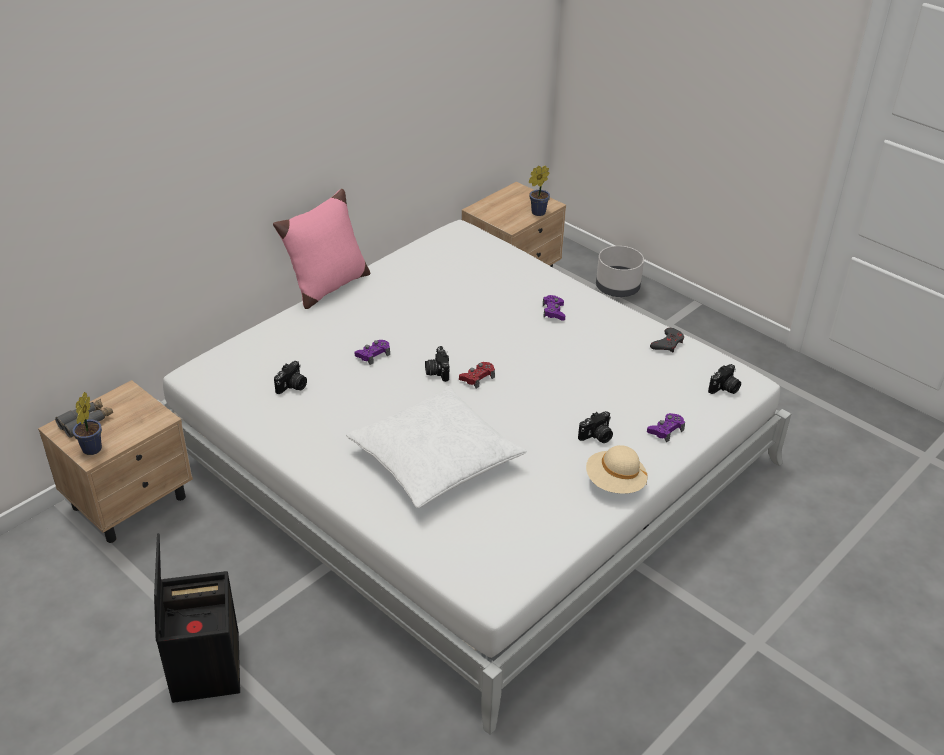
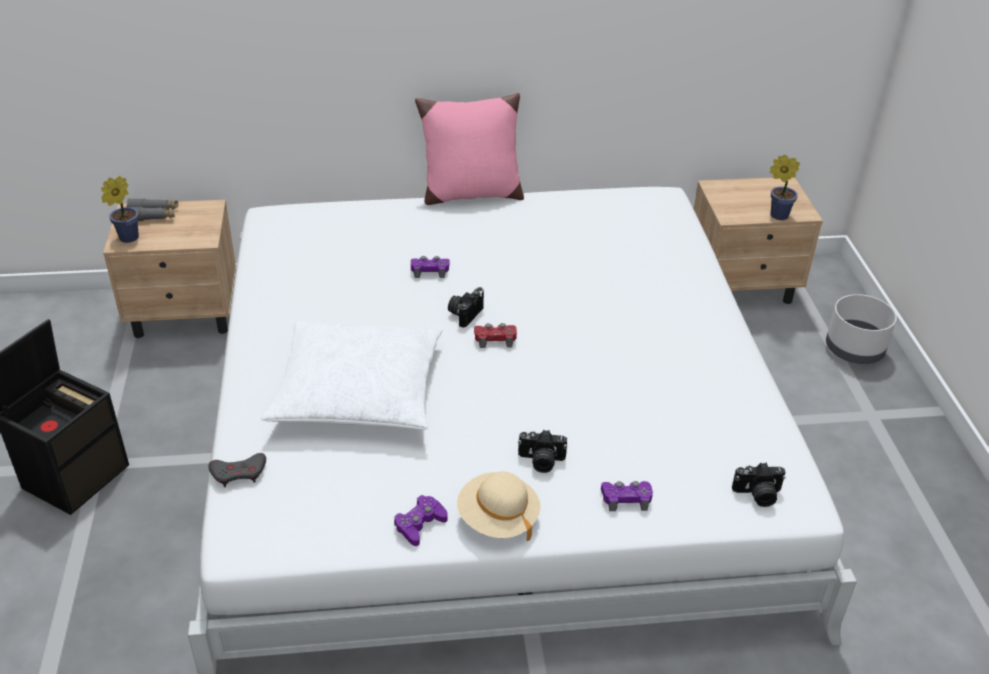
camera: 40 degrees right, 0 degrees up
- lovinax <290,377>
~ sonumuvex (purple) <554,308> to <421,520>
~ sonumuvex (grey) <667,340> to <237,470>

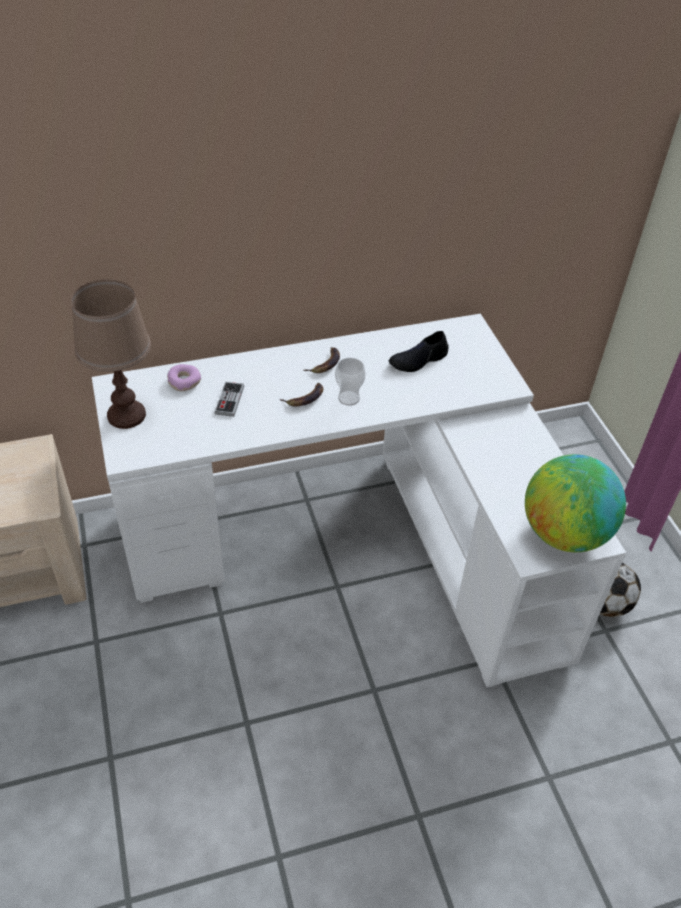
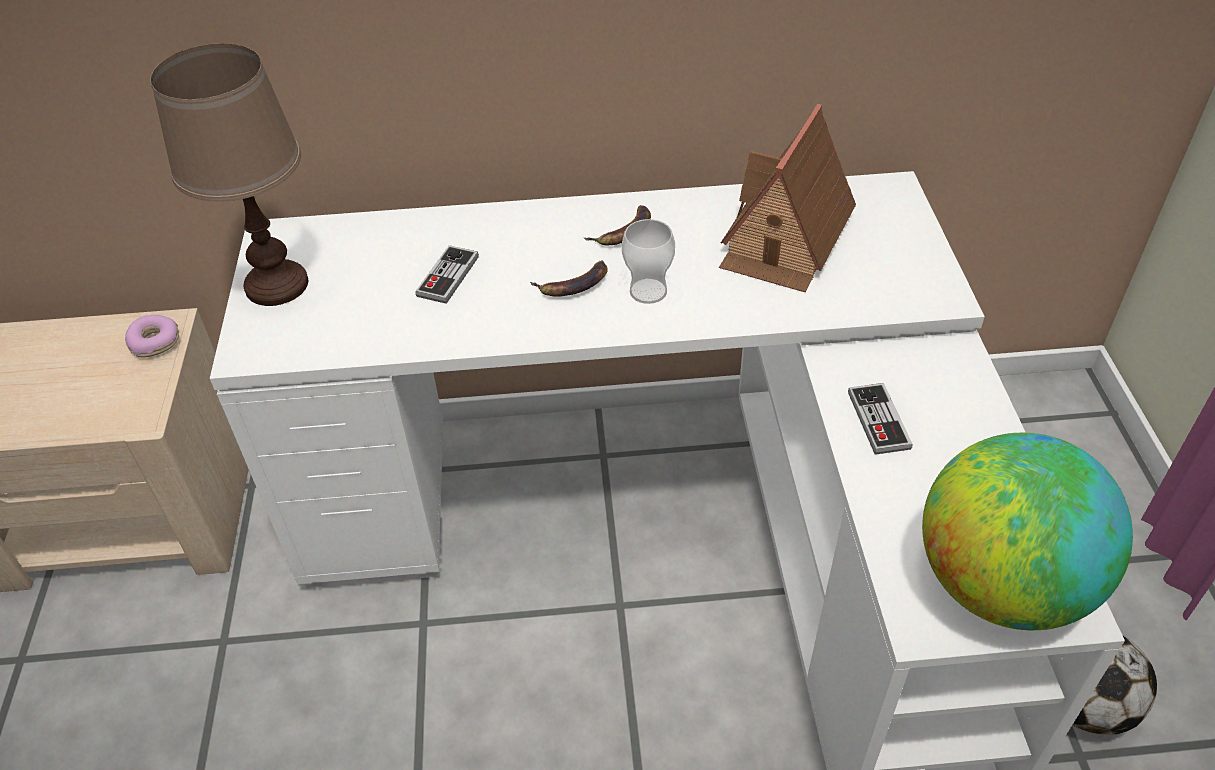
camera: 15 degrees right, 0 degrees up
~ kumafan <184,377> to <152,336>
~ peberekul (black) <418,351> to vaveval <787,198>
+ sonumuvex <880,419>

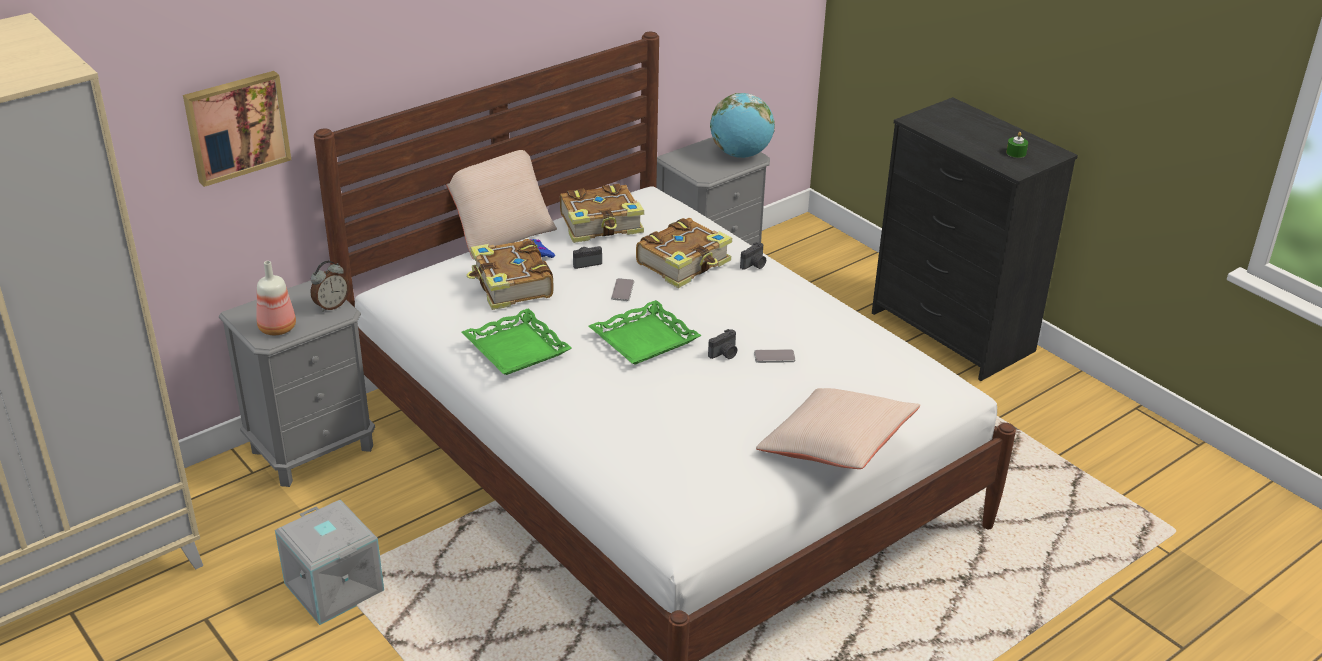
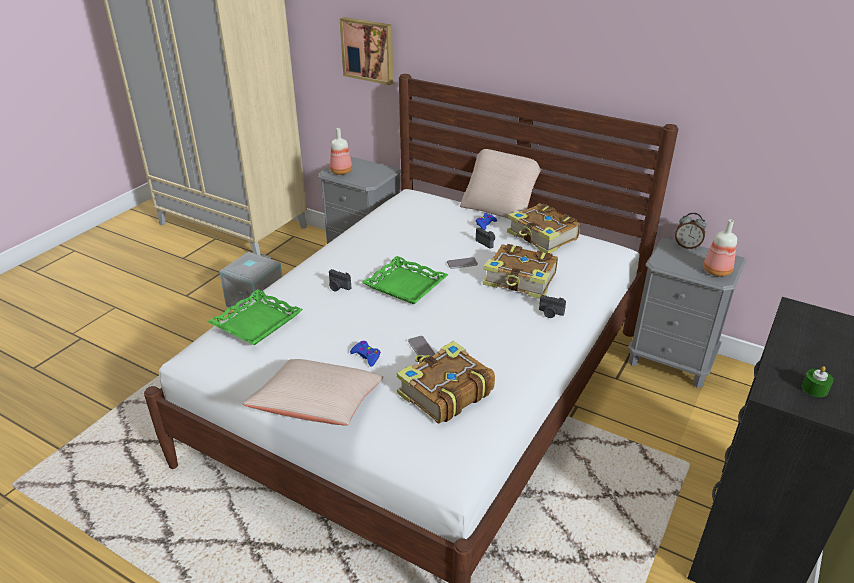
camera: 70 degrees right, 0 degrees up
~ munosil <330,286> to <690,231>
~ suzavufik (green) <517,341> to <255,317>
~ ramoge <510,274> to <446,382>
~ lovinax <722,344> to <340,280>
~ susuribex <742,125> to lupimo <720,248>
+ sonumuvex (blue) <365,353>

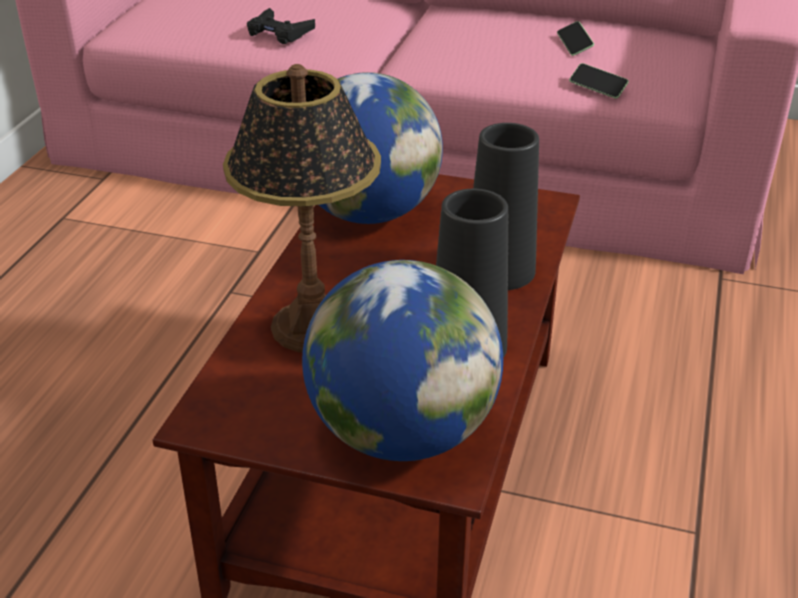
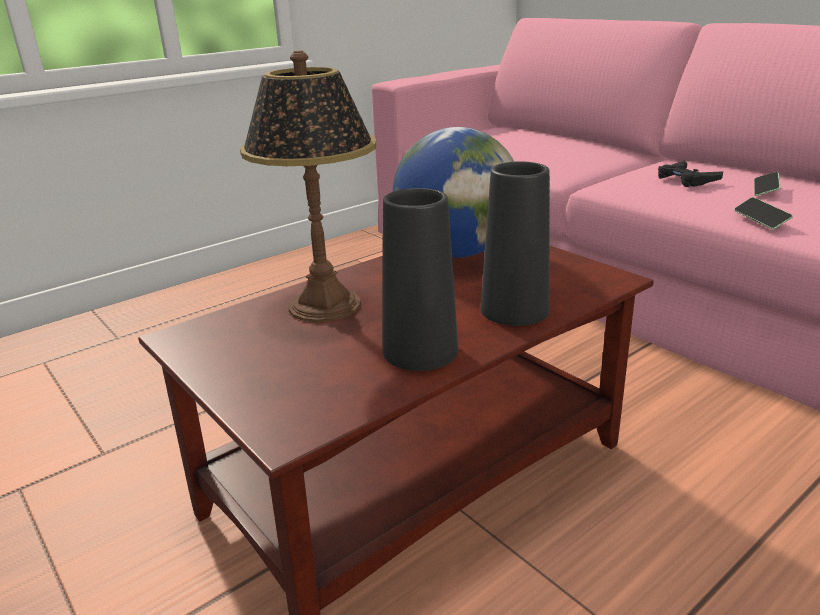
camera: 35 degrees right, 10 degrees down
~ sonumuvex (black) <281,26> to <690,174>
- susuribex <402,360>

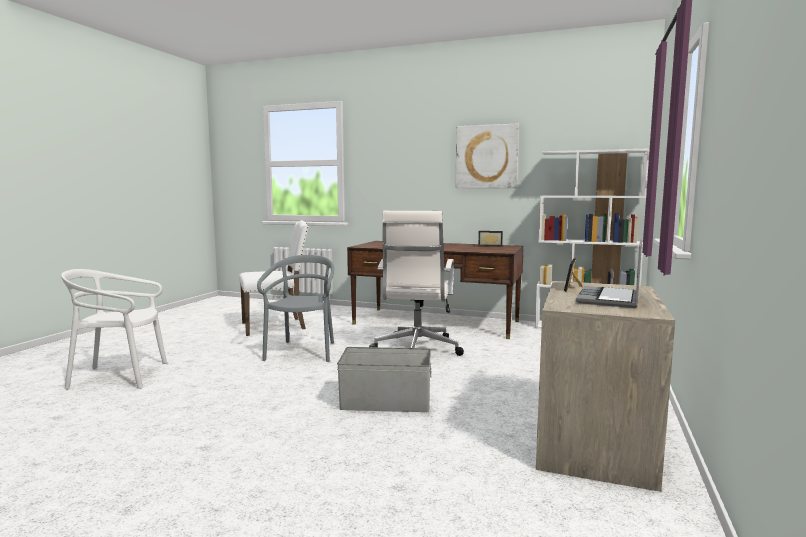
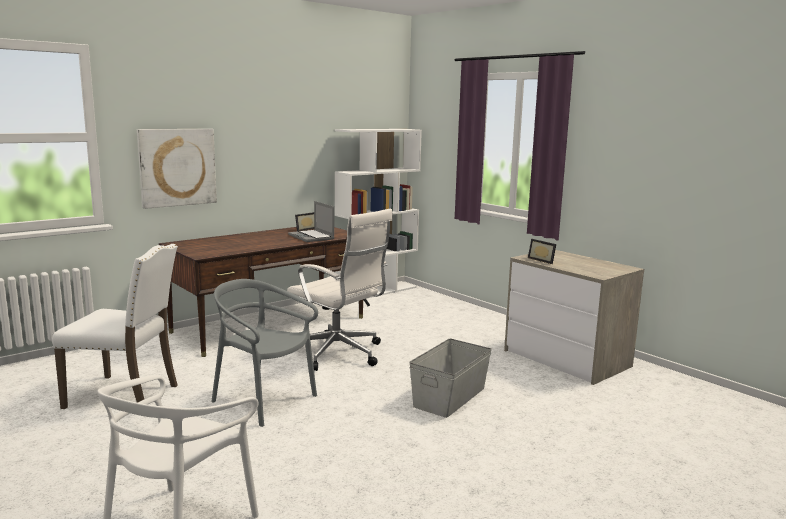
camera: 60 degrees left, 5 degrees up
~ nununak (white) <274,278> = <115,326> 90 degrees clockwise
~ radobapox <487,155> to <177,169>
~ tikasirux <609,273> to <311,221>

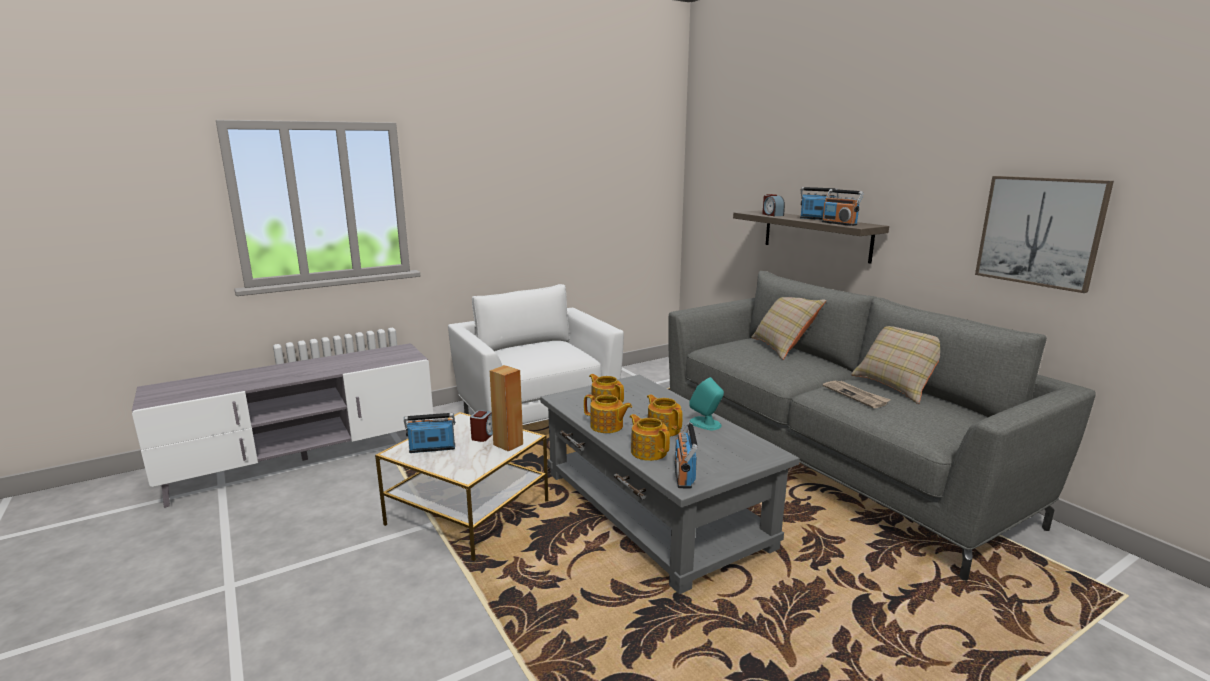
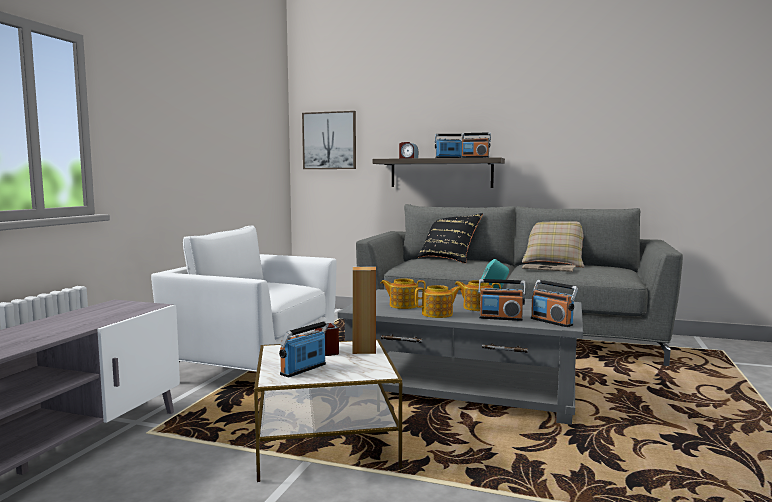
camera: 40 degrees left, 10 degrees down
~ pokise <650,437> to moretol <502,300>
~ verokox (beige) <788,328> to verokox (black) <450,238>
~ radobapox <1044,234> to <329,140>

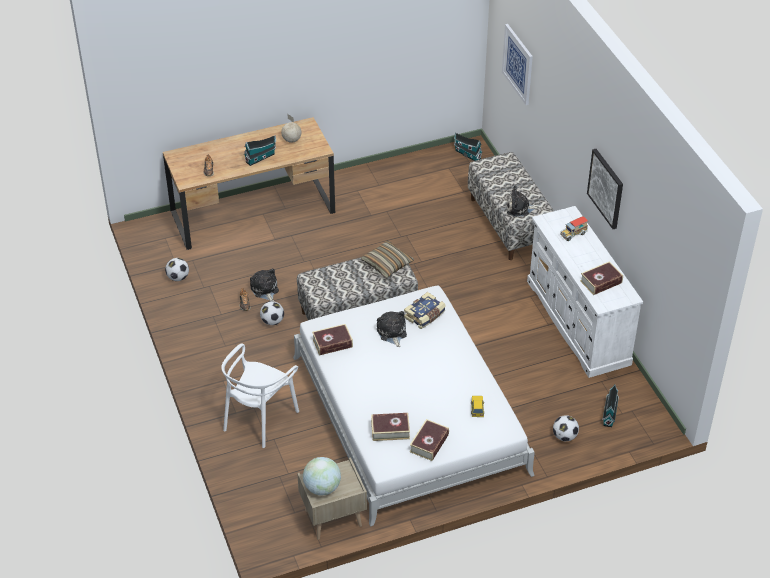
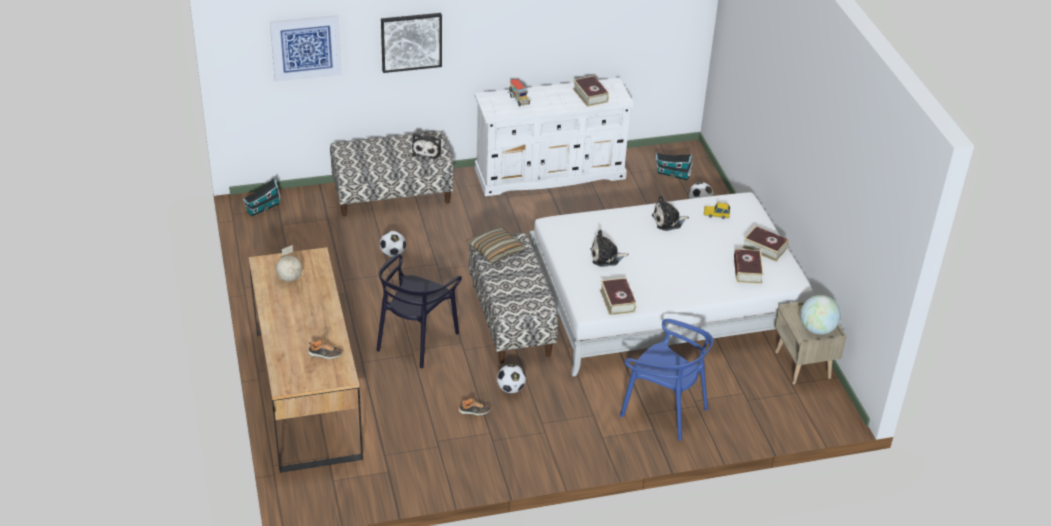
camera: 85 degrees left, 5 degrees down
~ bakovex <177,269> to <392,244>
~ nununak (white) <260,395> to nununak (blue) <666,380>
- vaveval <259,150>
~ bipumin <264,284> to <670,213>
- ramoge <425,310>
~ radobapox <605,189> to <411,43>
+ nununak (black) <419,311>

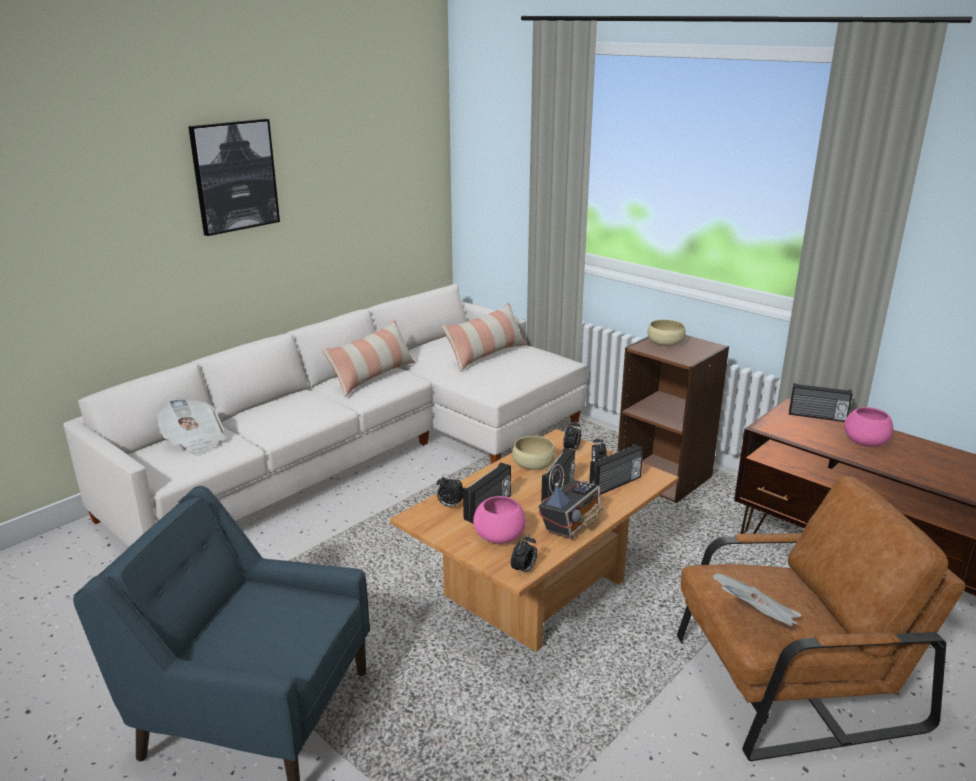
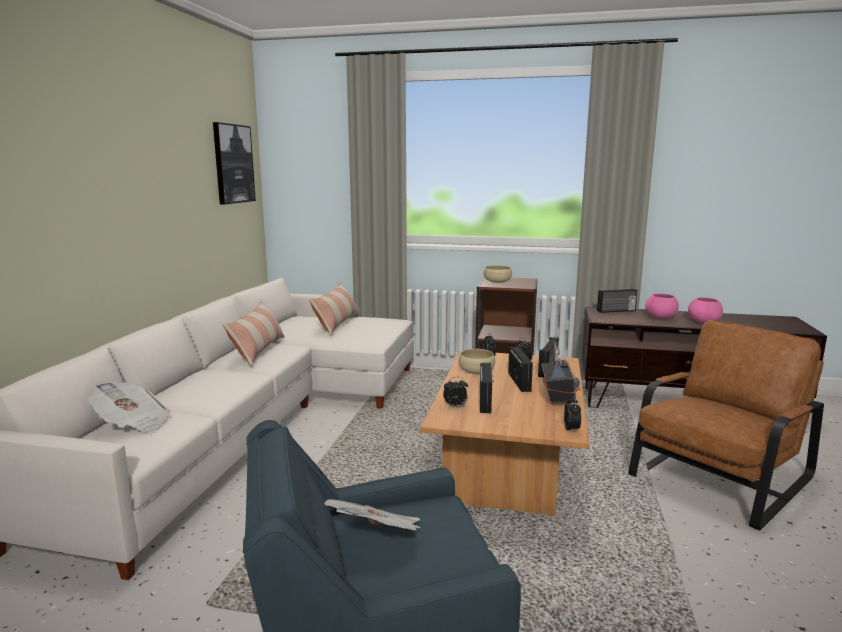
camera: 30 degrees left, 10 degrees down
~ radobapox <234,177> to <234,163>
~ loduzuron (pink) <499,520> to <705,310>
~ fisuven <757,599> to <372,515>

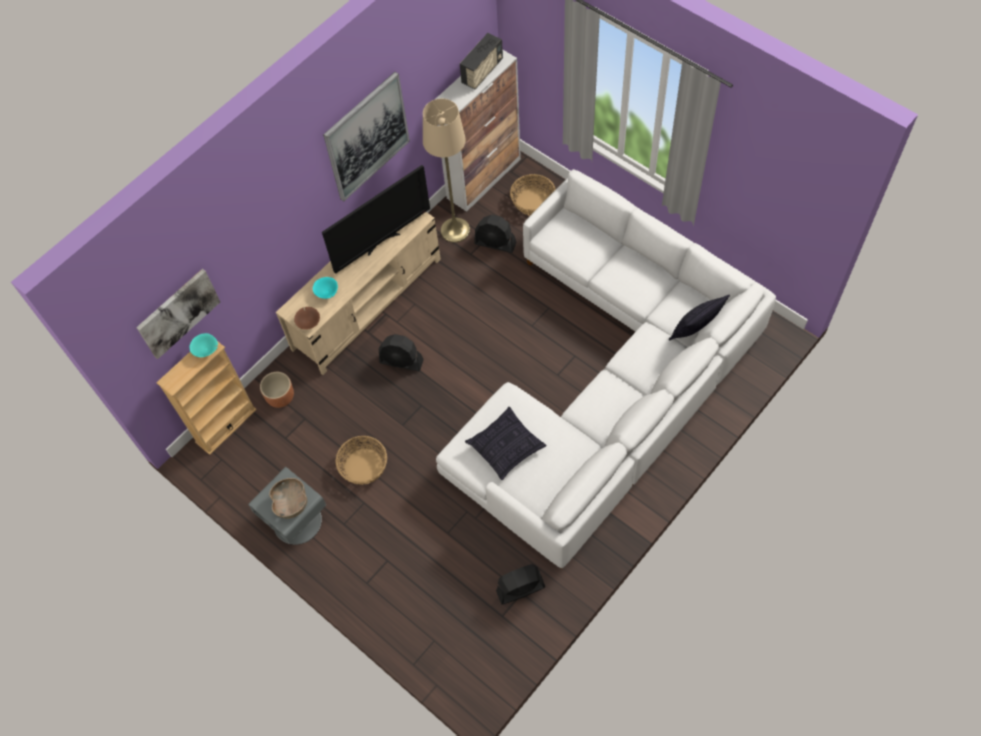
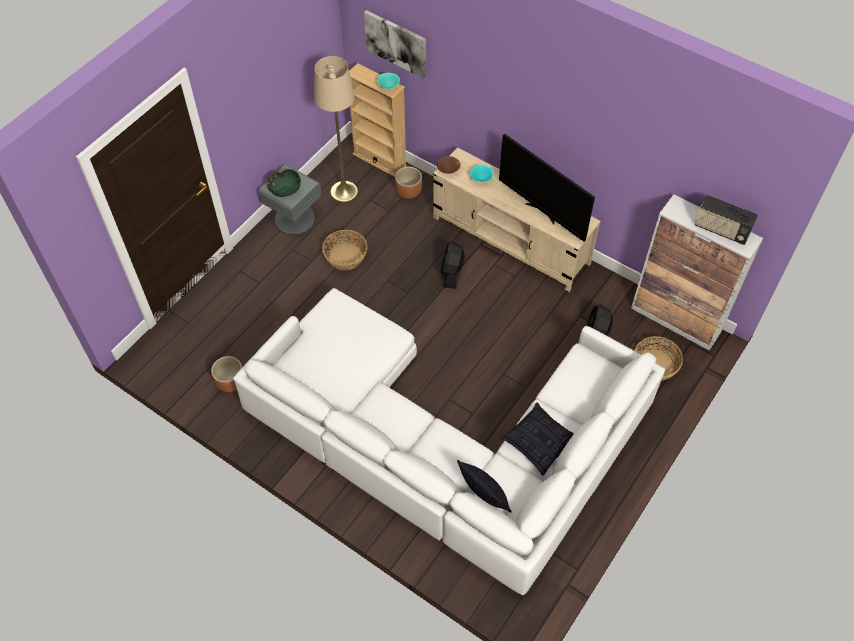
camera: 80 degrees right, 5 degrees down
~ loduzuron (brown) <288,498> to loduzuron (green) <284,183>
- radobapox <366,136>
~ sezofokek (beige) <446,171> to <336,129>
~ verokox <505,443> to <537,438>
~ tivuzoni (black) <520,584> to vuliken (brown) <226,374>

